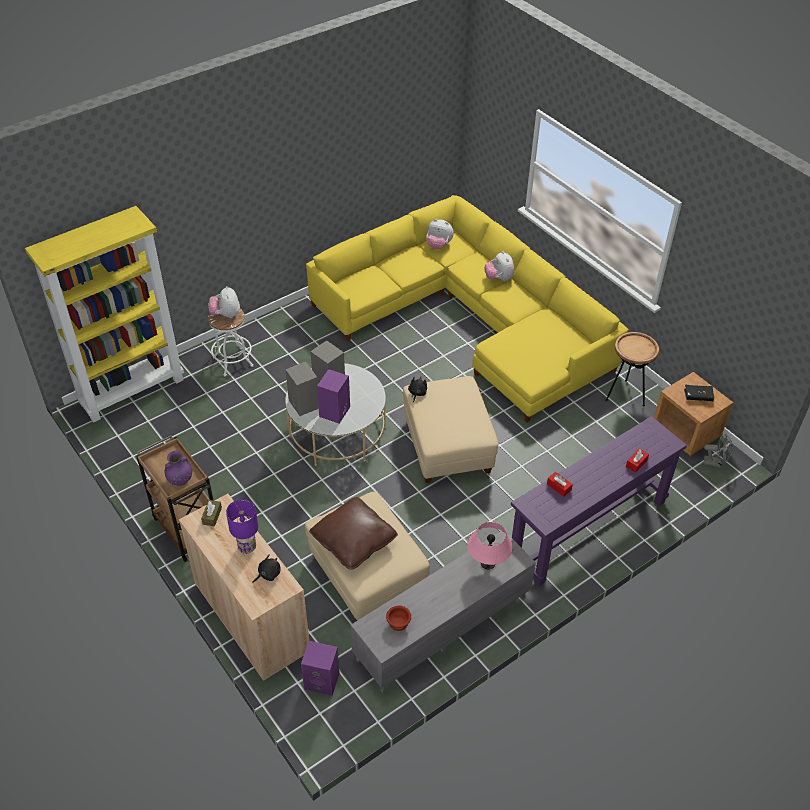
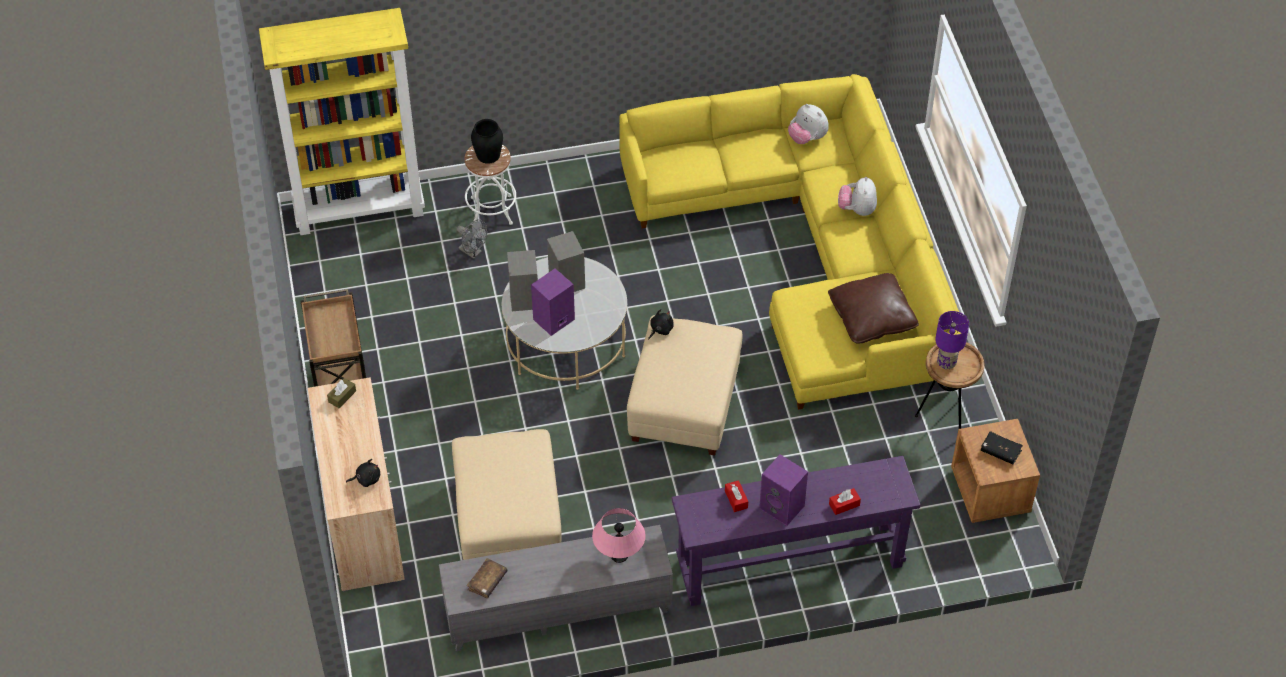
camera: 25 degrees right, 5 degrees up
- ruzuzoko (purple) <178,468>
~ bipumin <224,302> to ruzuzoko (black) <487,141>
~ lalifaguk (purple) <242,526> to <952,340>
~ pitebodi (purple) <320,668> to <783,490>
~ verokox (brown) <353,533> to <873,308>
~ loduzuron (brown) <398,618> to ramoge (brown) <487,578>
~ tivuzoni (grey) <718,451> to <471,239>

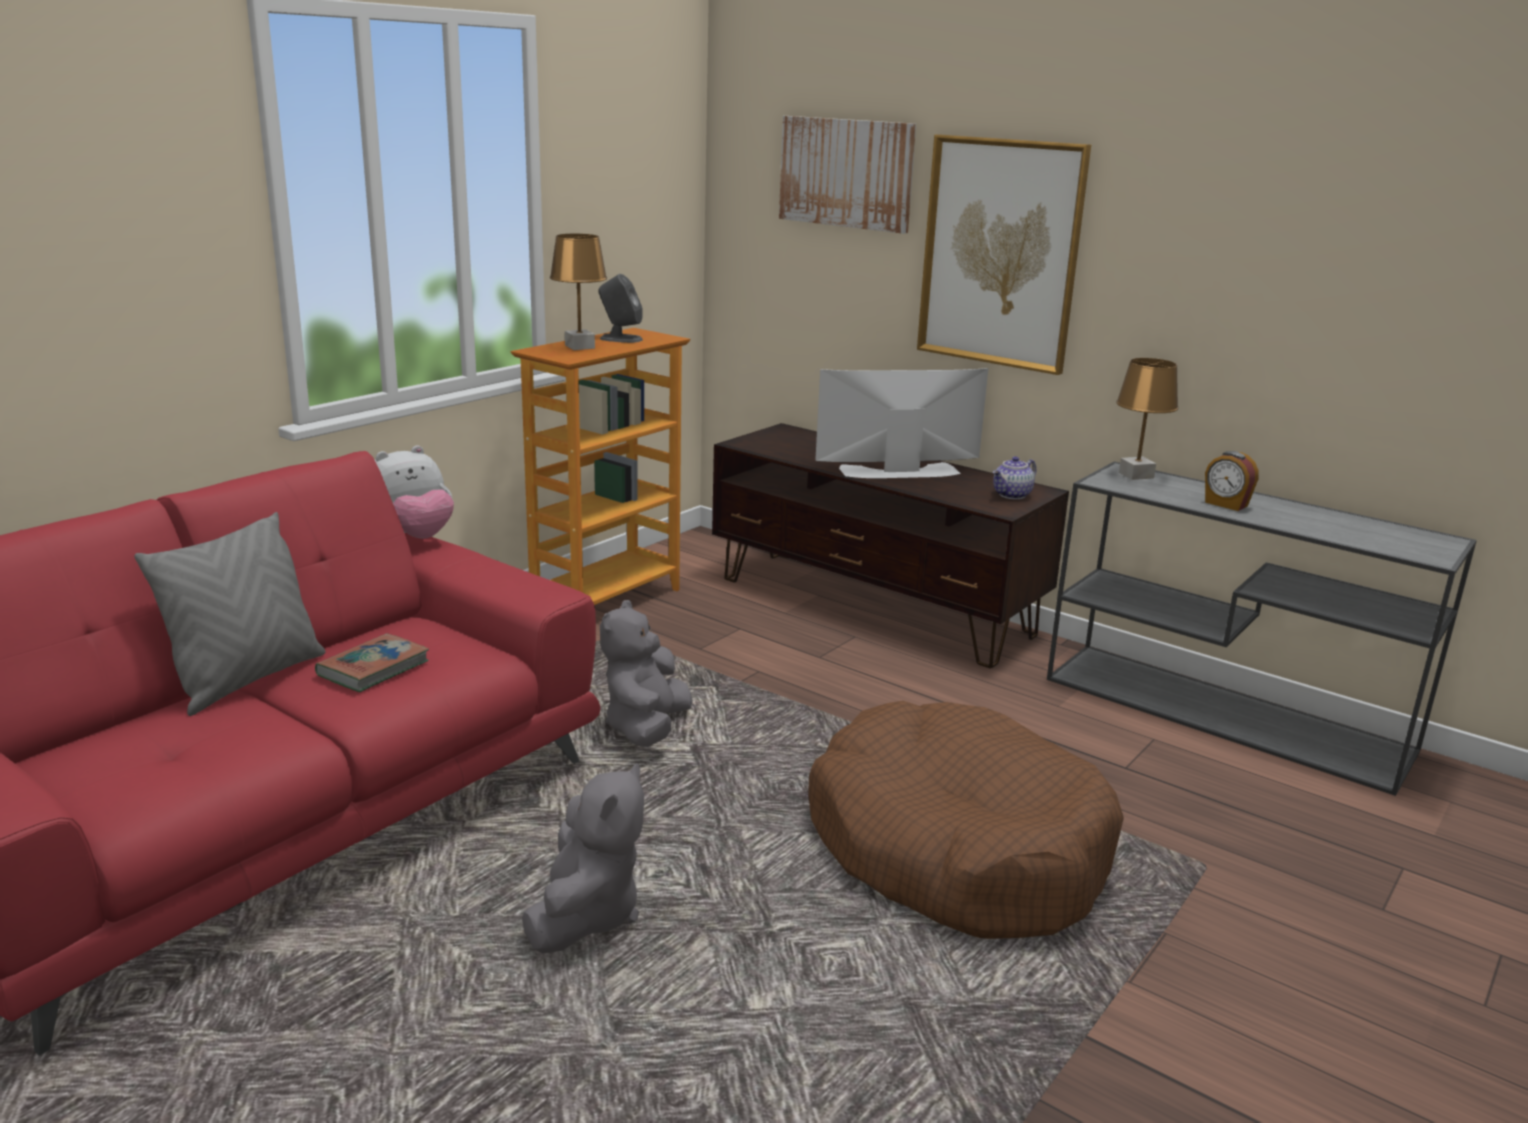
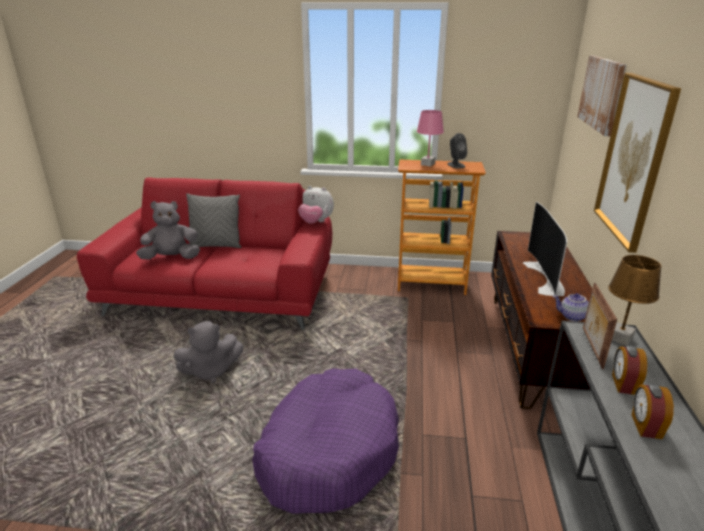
camera: 60 degrees right, 5 degrees up
- ramoge <372,662>
~ lalifaguk (brown) <578,292> to lalifaguk (pink) <430,138>
~ bipumin (grey) <646,673> to <168,230>
~ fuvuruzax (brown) <966,820> to fuvuruzax (purple) <325,441>
~ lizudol <901,423> = <545,249> 135 degrees counterclockwise
+ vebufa <600,326>
+ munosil <653,411>

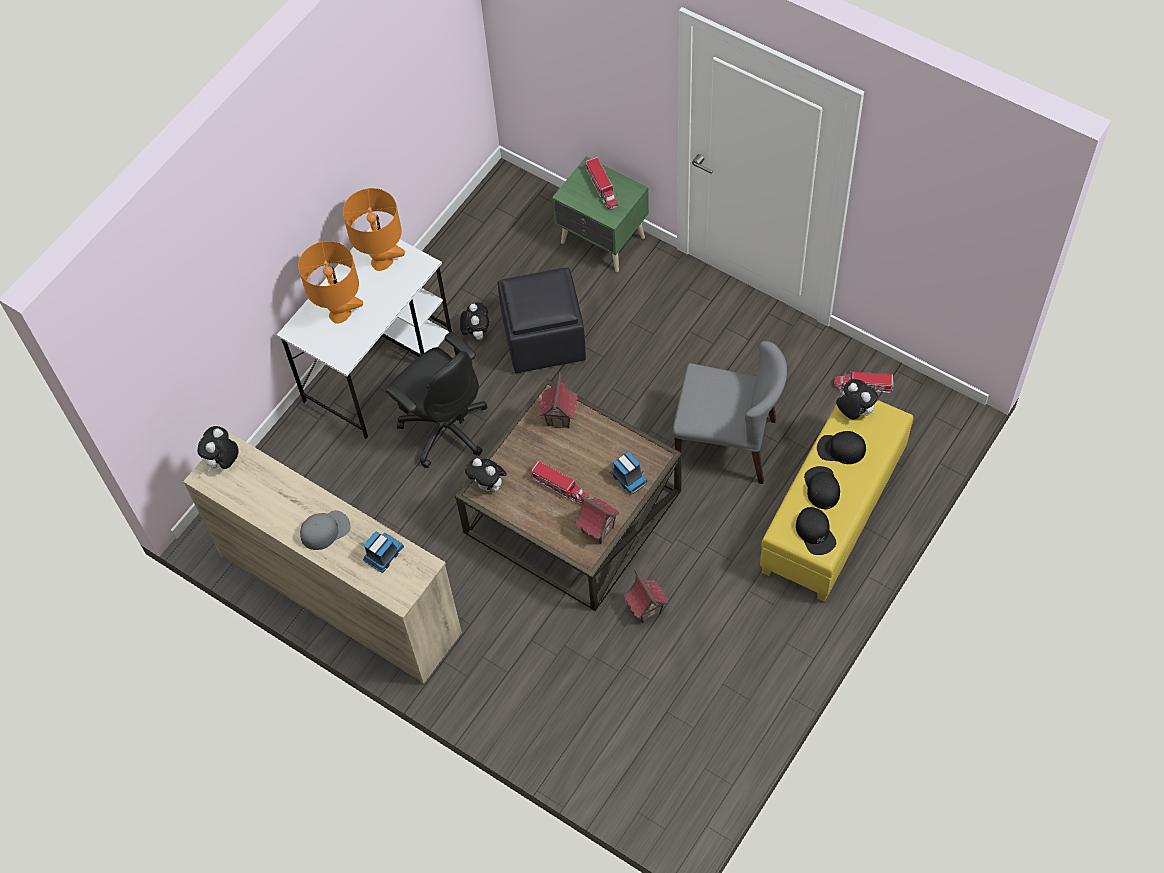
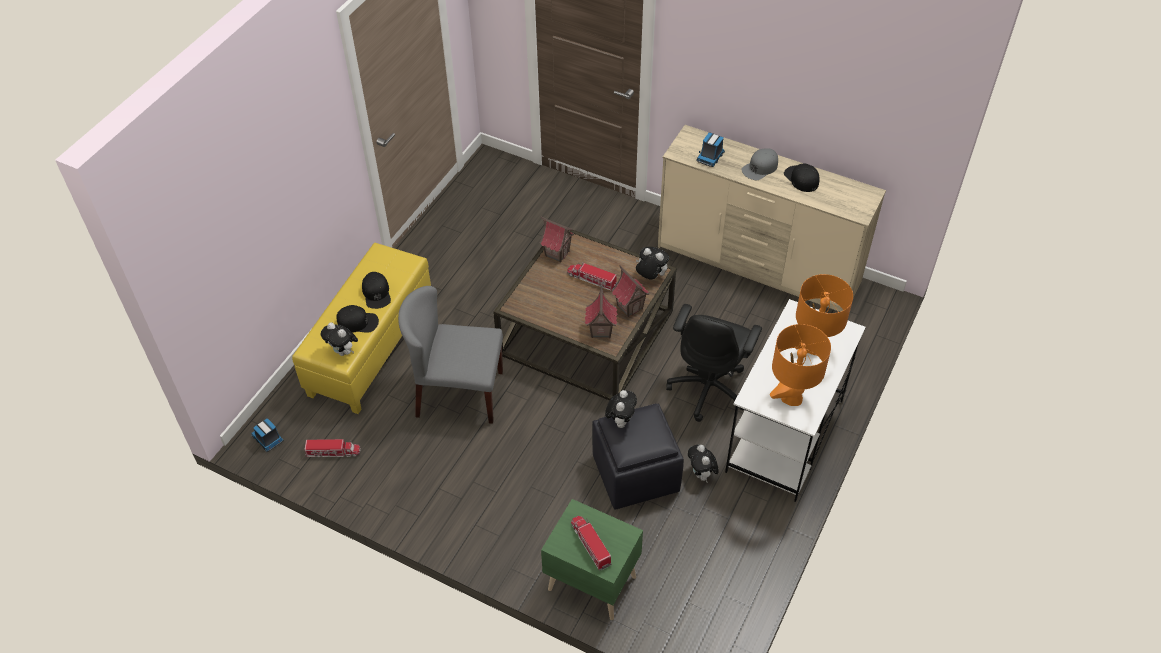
camera: 170 degrees right, 10 degrees down
~ bipumin <218,449> to <621,409>
~ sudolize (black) <436,400> = <714,363> 105 degrees counterclockwise
~ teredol <629,473> to <267,435>
~ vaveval <646,596> to <631,291>
~ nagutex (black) <816,531> to <801,177>

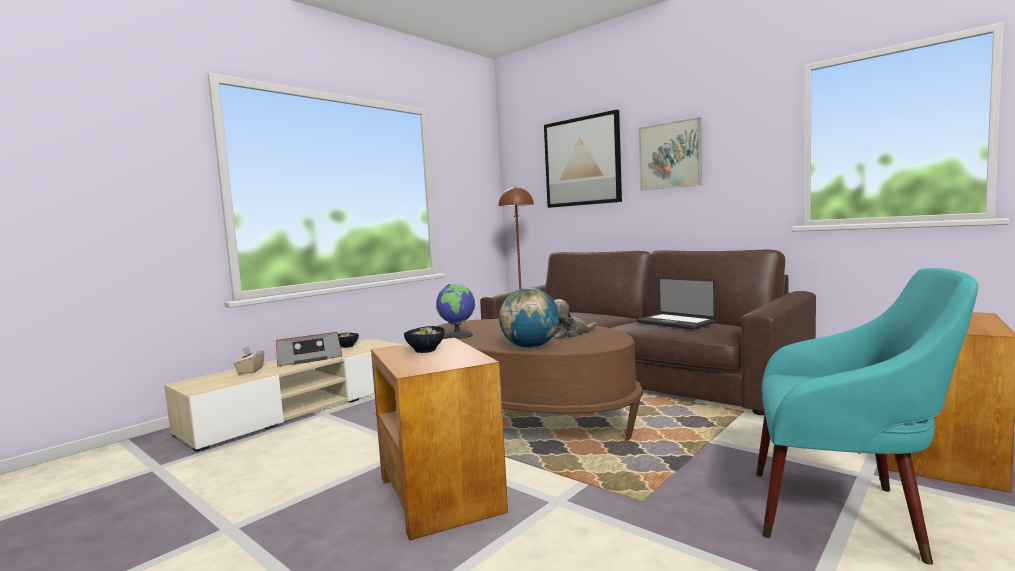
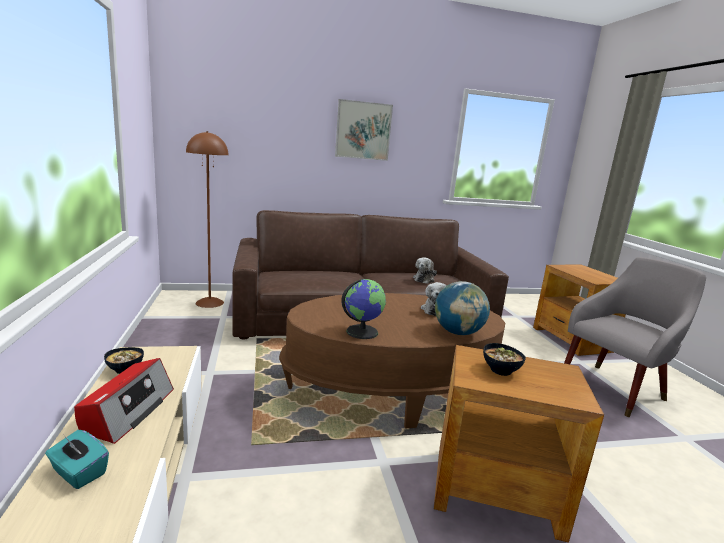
camera: 55 degrees left, 10 degrees up
~ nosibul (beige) <248,360> to nosibul (turquoise) <77,459>
- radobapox <583,159>
~ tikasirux <676,303> to bipumin <425,270>
~ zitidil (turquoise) <867,416> to zitidil (grey) <635,337>

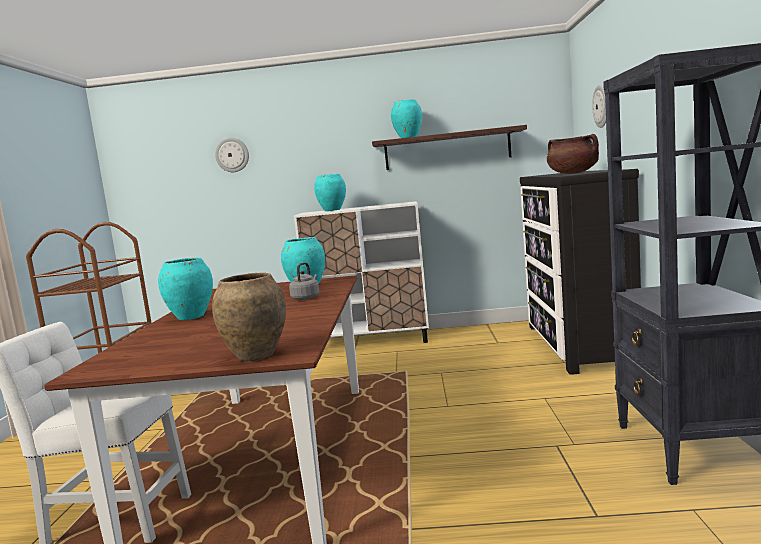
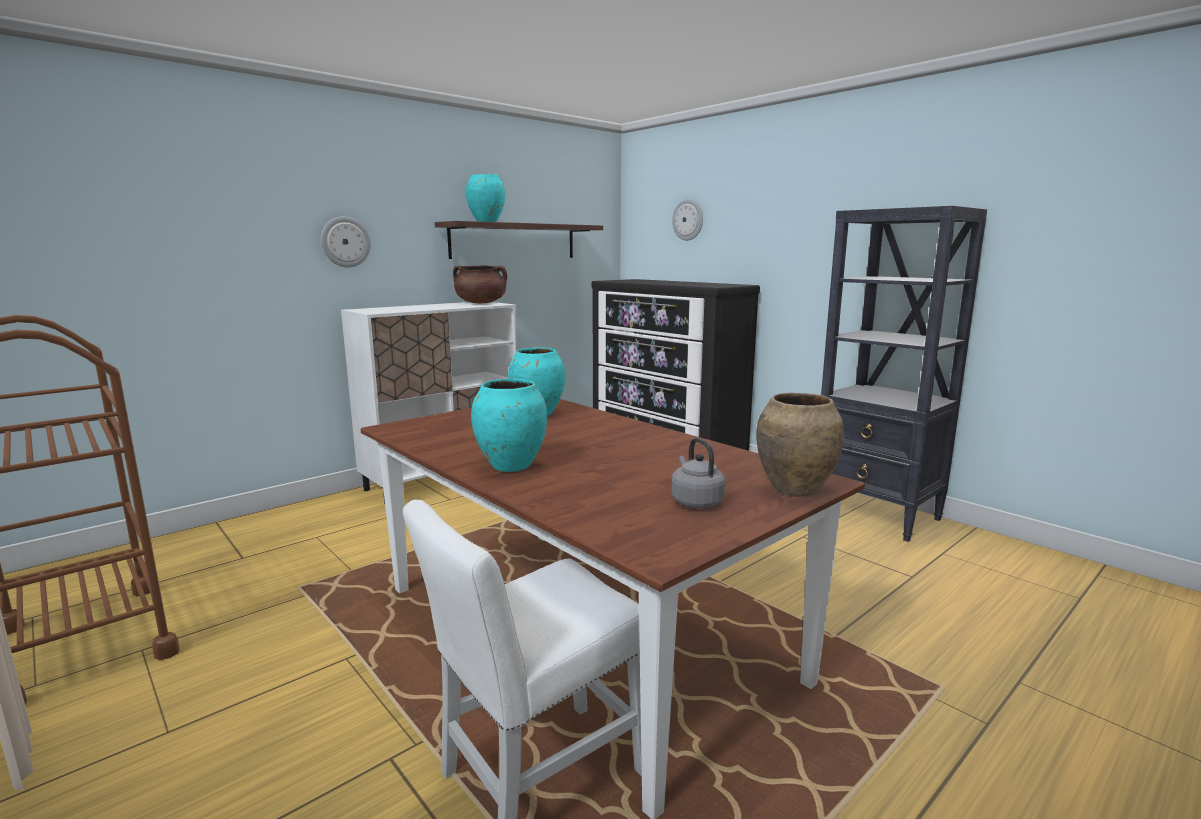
camera: 45 degrees left, 5 degrees up
~ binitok <232,155> to <346,241>
~ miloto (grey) <304,281> to <698,473>
- ruzuzoko (turquoise) <330,192>
~ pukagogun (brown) <573,154> to <480,284>

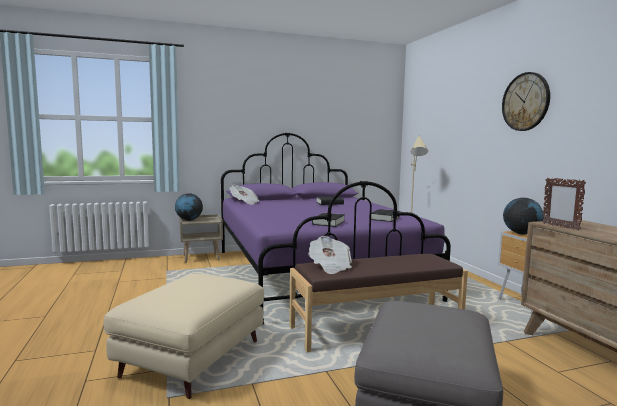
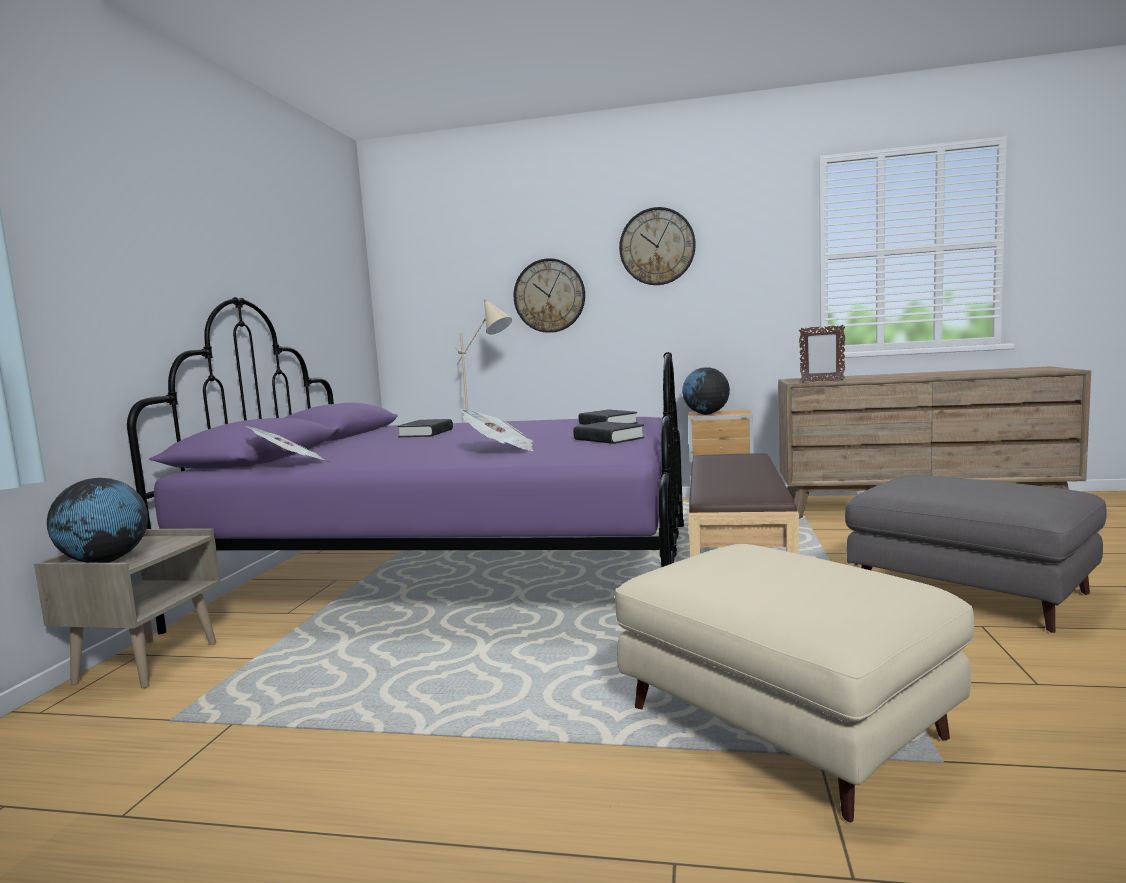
camera: 60 degrees left, 0 degrees up
~ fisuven <330,255> to <497,430>
+ binitok <549,295>

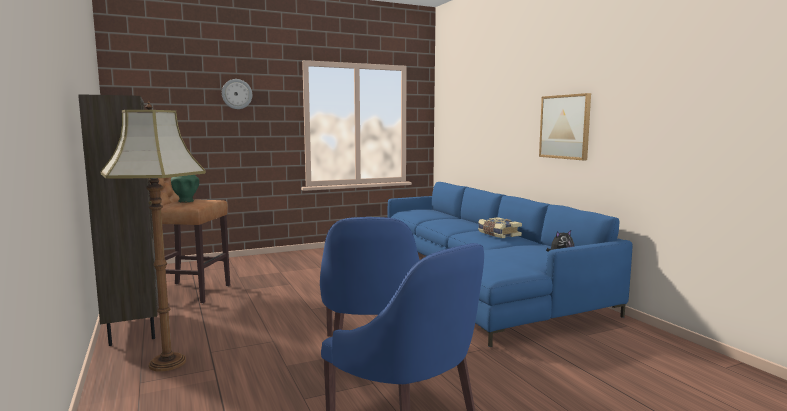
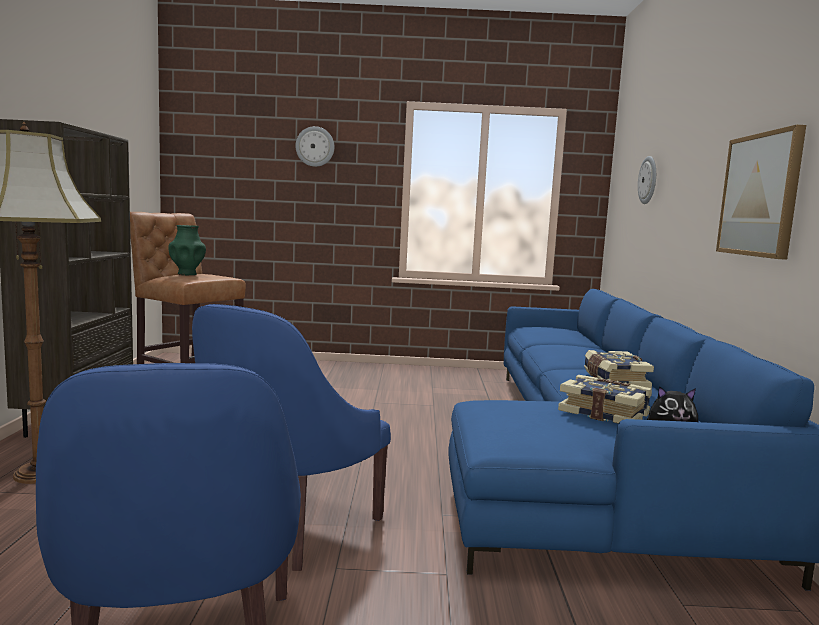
camera: 25 degrees right, 0 degrees up
+ ramoge <605,399>
+ binitok <647,180>

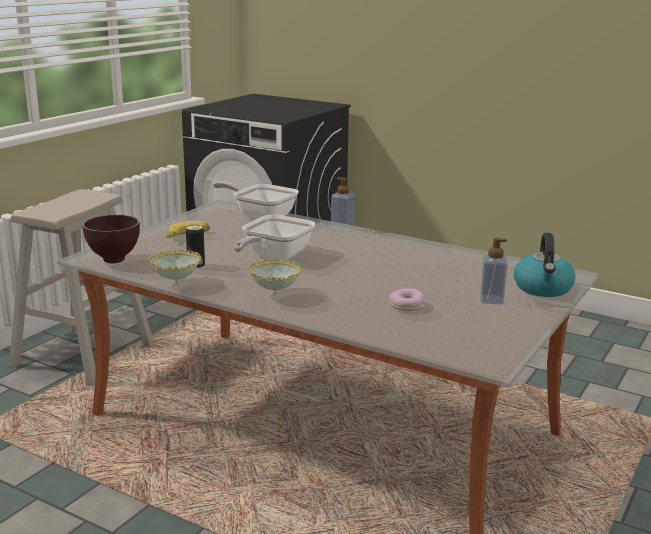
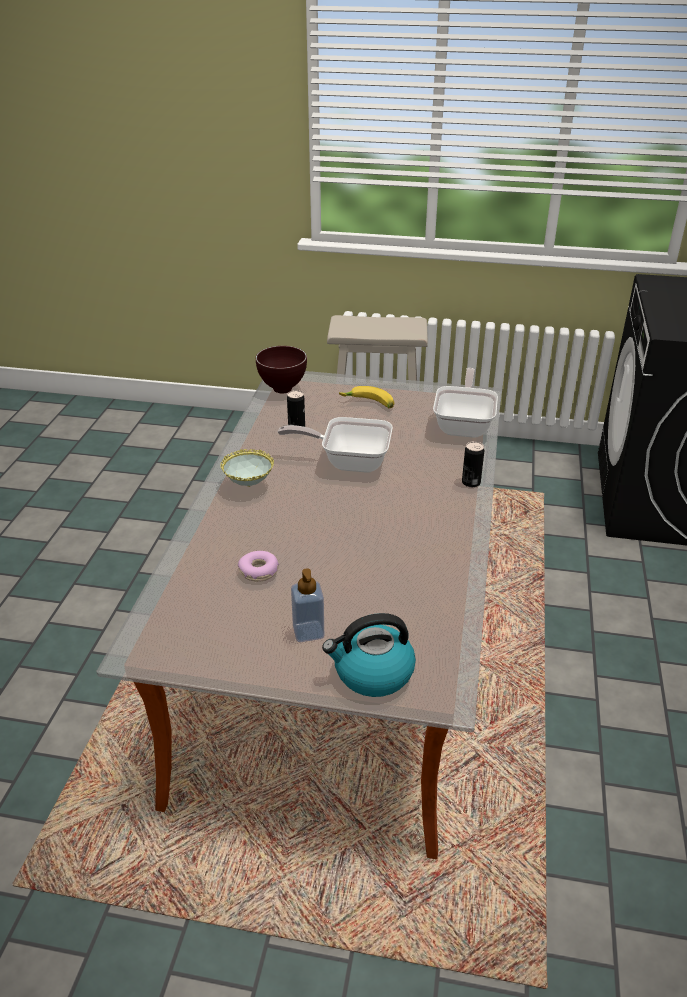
camera: 70 degrees right, 15 degrees up
- loduzuron <175,266>
~ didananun <343,204> to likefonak <473,464>

